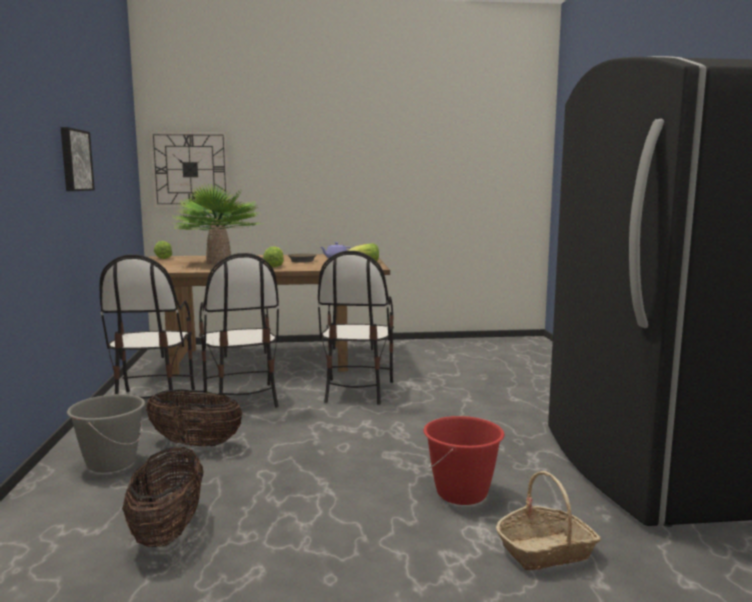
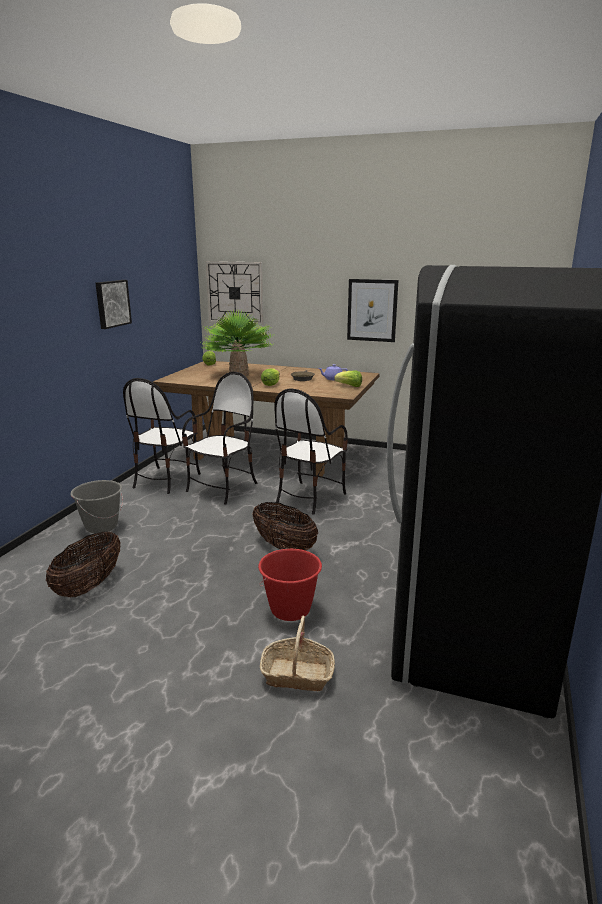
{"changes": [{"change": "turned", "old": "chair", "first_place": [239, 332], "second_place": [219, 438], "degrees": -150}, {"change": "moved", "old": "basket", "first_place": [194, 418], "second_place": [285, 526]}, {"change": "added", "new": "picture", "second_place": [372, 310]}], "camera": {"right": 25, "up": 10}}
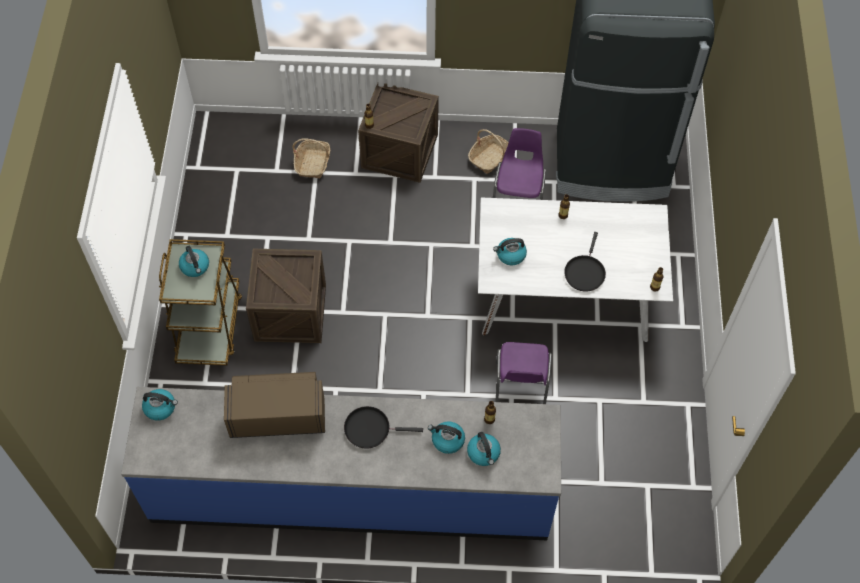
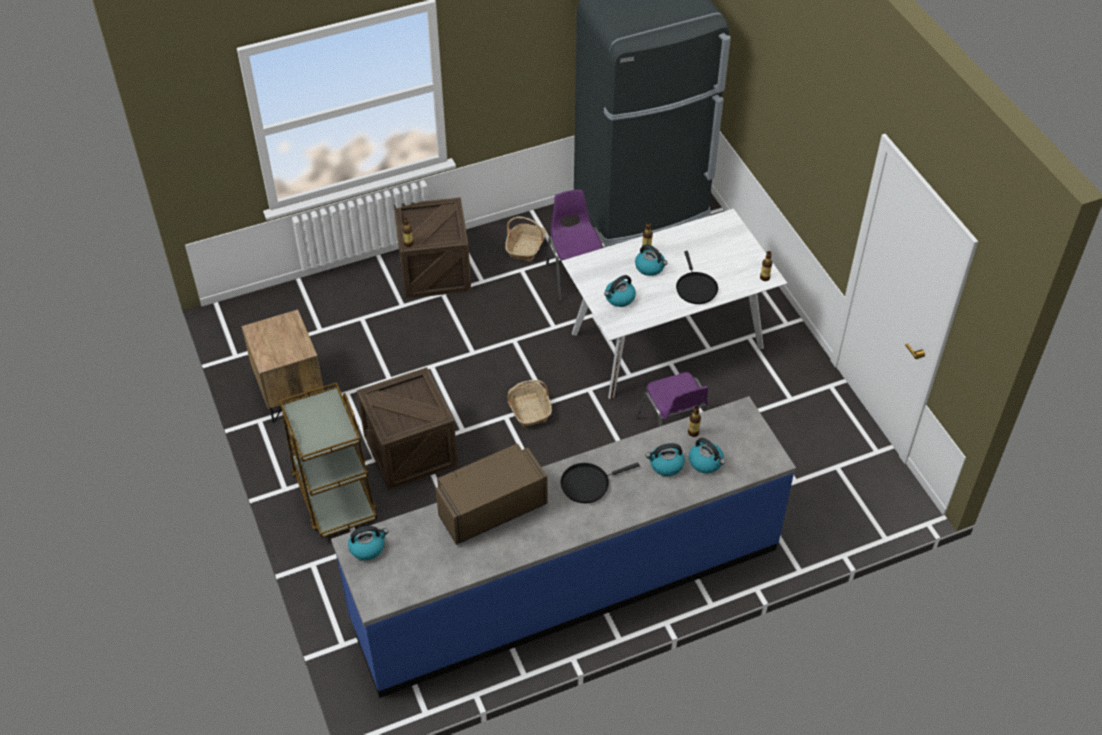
{"changes": [{"change": "moved", "old": "basket", "first_place": [311, 158], "second_place": [529, 403]}, {"change": "moved", "old": "kettle", "first_place": [194, 261], "second_place": [651, 260]}, {"change": "added", "new": "brown nightstand", "second_place": [282, 366]}], "camera": {"right": -25, "up": -10}}
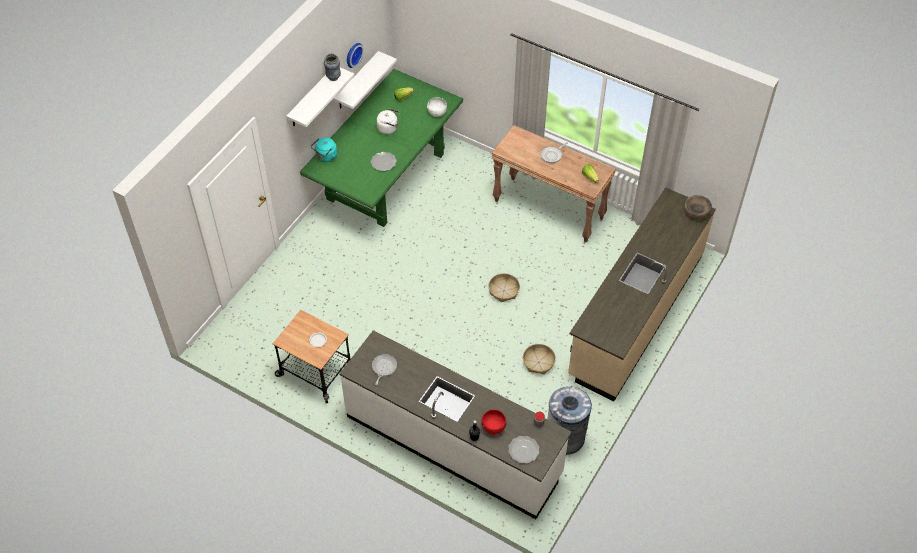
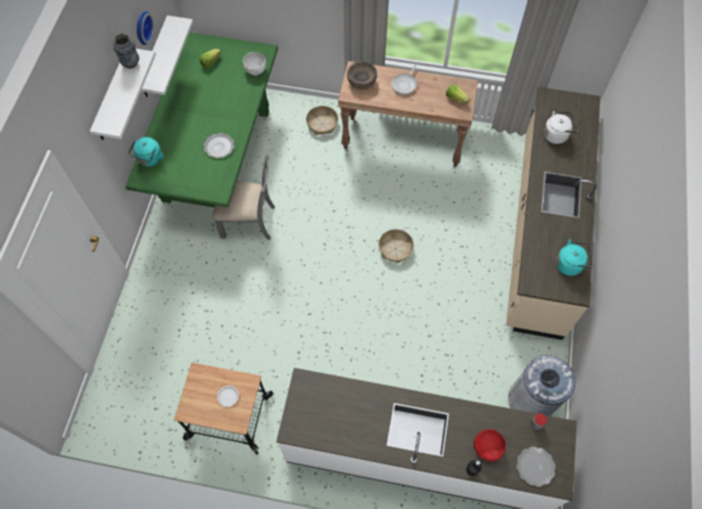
{"changes": [{"change": "moved", "old": "white kettle", "first_place": [388, 121], "second_place": [561, 127]}, {"change": "moved", "old": "brown bowl", "first_place": [698, 207], "second_place": [362, 75]}, {"change": "moved", "old": "basket", "first_place": [539, 359], "second_place": [322, 120]}, {"change": "removed", "old": "frying pan", "first_place": [384, 369]}, {"change": "added", "new": "grey chair", "second_place": [244, 197]}, {"change": "added", "new": "turquoise kettle", "second_place": [574, 257]}], "camera": {"right": -20, "up": 10}}
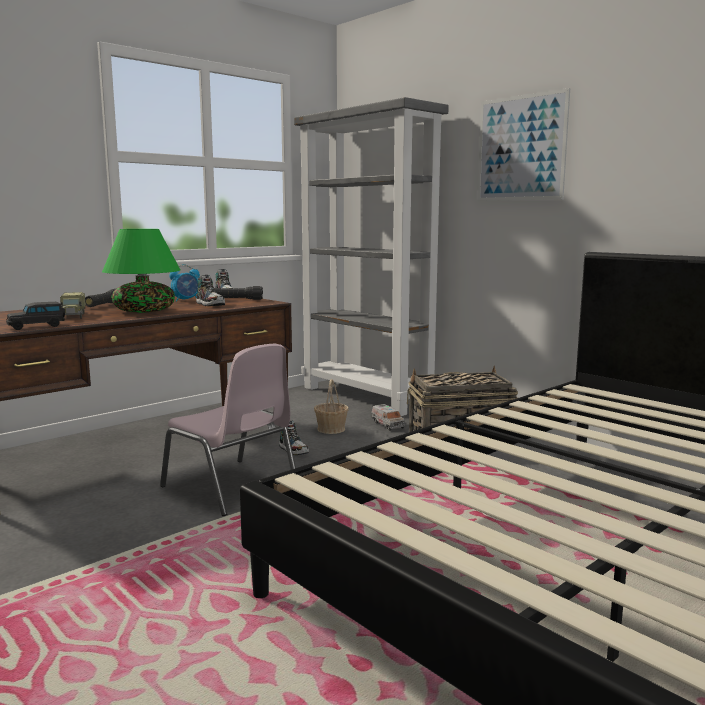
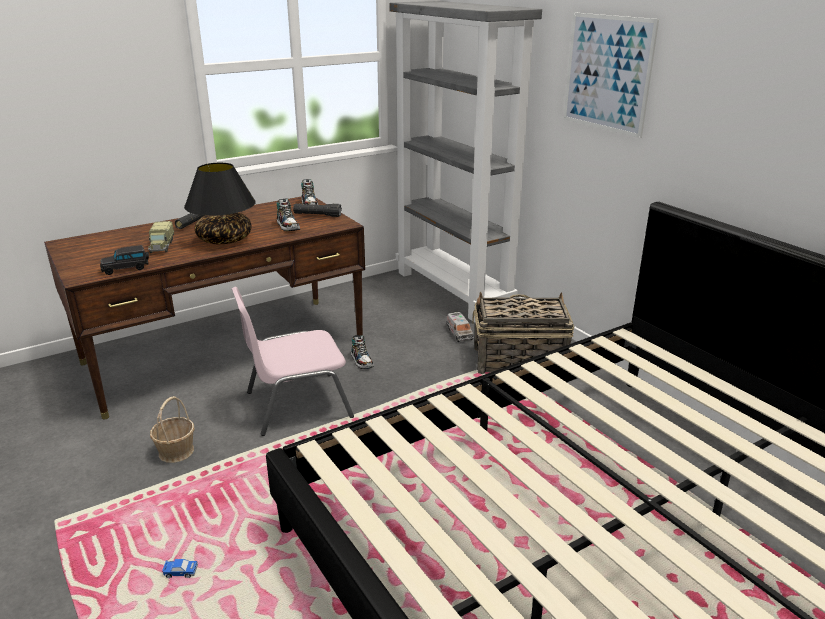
{"changes": [{"change": "recoloured", "old": "green table lamp", "new": "black table lamp", "first_place": [141, 271], "second_place": [220, 203]}, {"change": "removed", "old": "alarm clock", "first_place": [184, 283]}, {"change": "turned", "old": "pink chair", "first_place": [228, 430], "second_place": [293, 361], "degrees": 105}, {"change": "moved", "old": "basket", "first_place": [331, 406], "second_place": [172, 429]}, {"change": "added", "new": "toy car", "second_place": [180, 568]}], "camera": {"right": 10, "up": 15}}
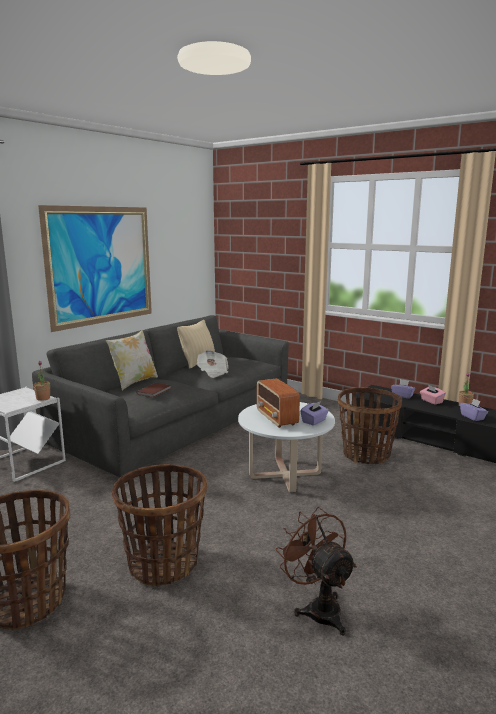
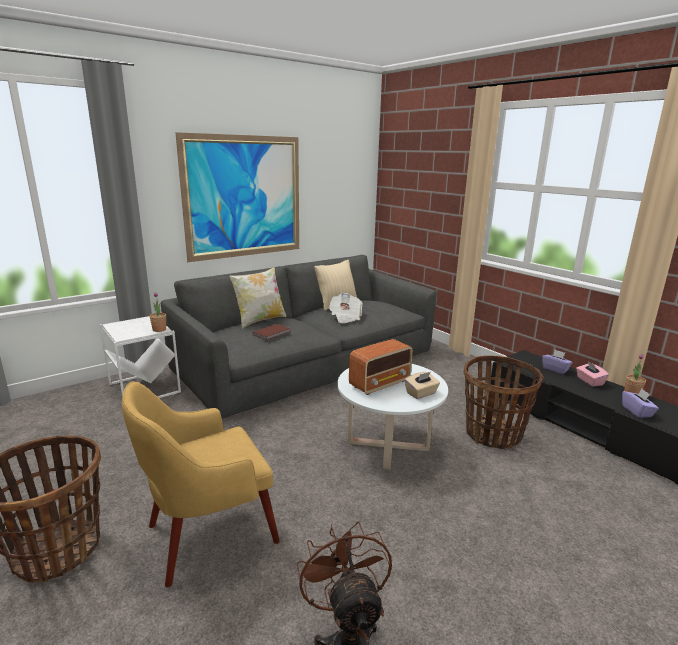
{"changes": [{"change": "turned", "old": "radio", "first_place": [278, 403], "second_place": [381, 367], "degrees": -120}, {"change": "recoloured", "old": "purple tissue box", "new": "beige tissue box", "first_place": [315, 413], "second_place": [422, 385]}, {"change": "replaced", "old": "basket", "new": "yellow armchair", "first_place": [159, 525], "second_place": [201, 484]}], "camera": {"right": 15, "up": 5}}
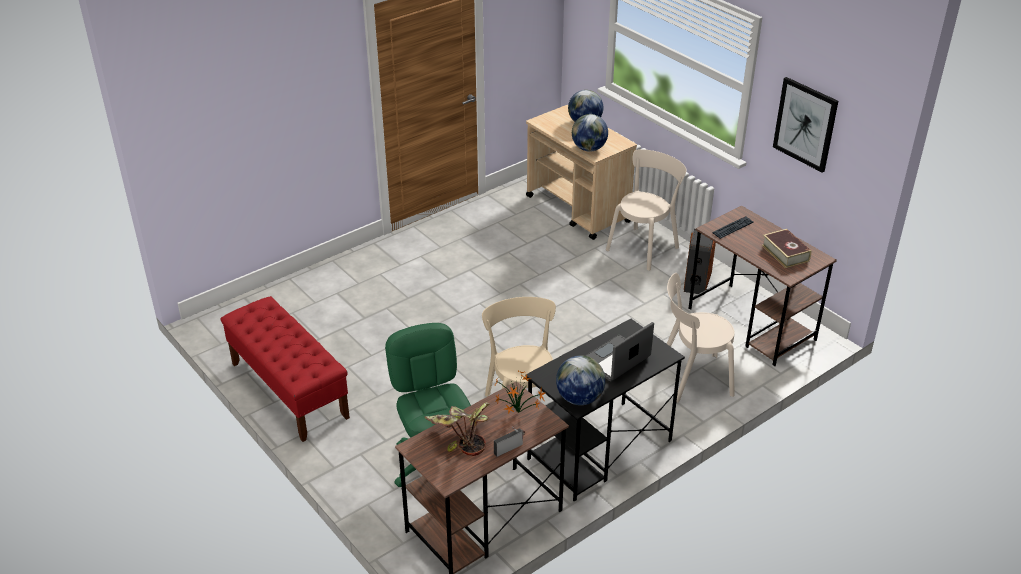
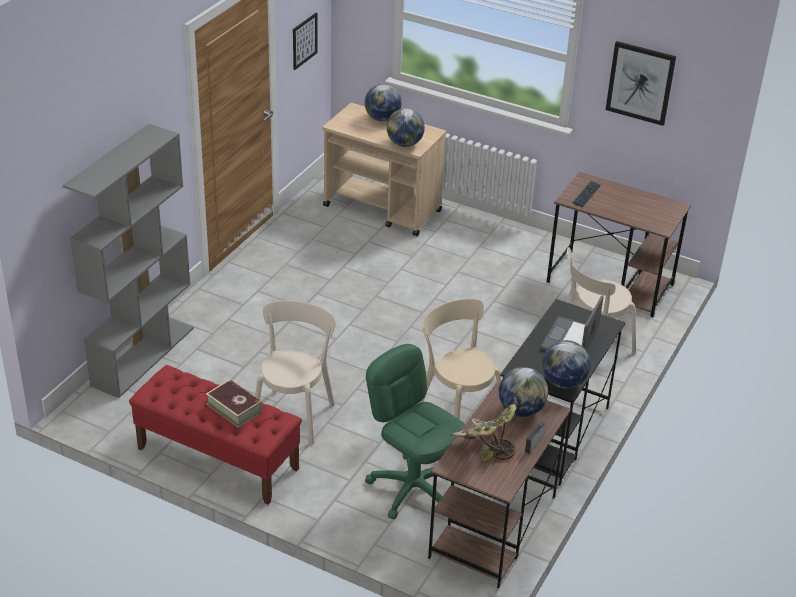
{"changes": [{"change": "moved", "old": "beige chair", "first_place": [646, 210], "second_place": [295, 373]}, {"change": "removed", "old": "speaker", "first_place": [700, 261]}, {"change": "moved", "old": "book", "first_place": [786, 248], "second_place": [234, 403]}, {"change": "replaced", "old": "potted plant", "new": "globe", "first_place": [519, 392], "second_place": [523, 392]}, {"change": "added", "new": "picture", "second_place": [305, 41]}, {"change": "added", "new": "grey bookcase", "second_place": [128, 261]}], "camera": {"right": -25, "up": 0}}
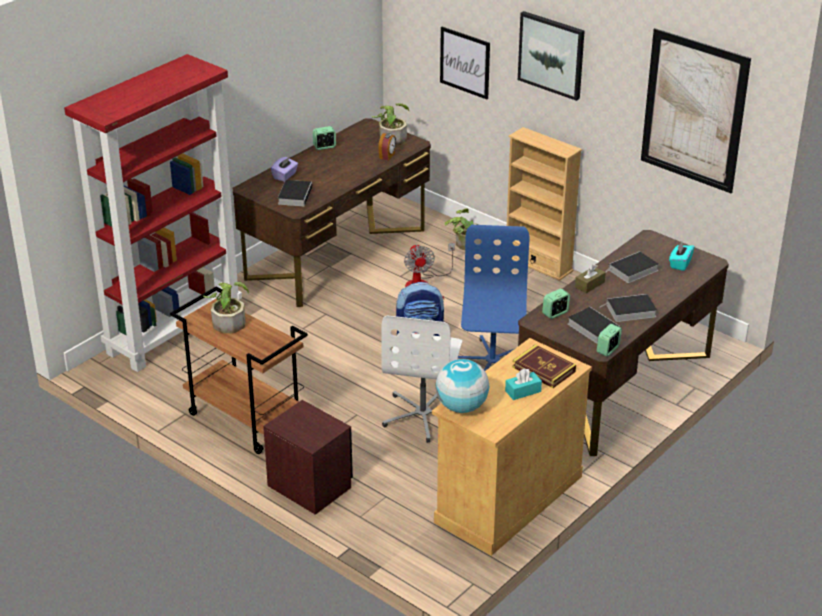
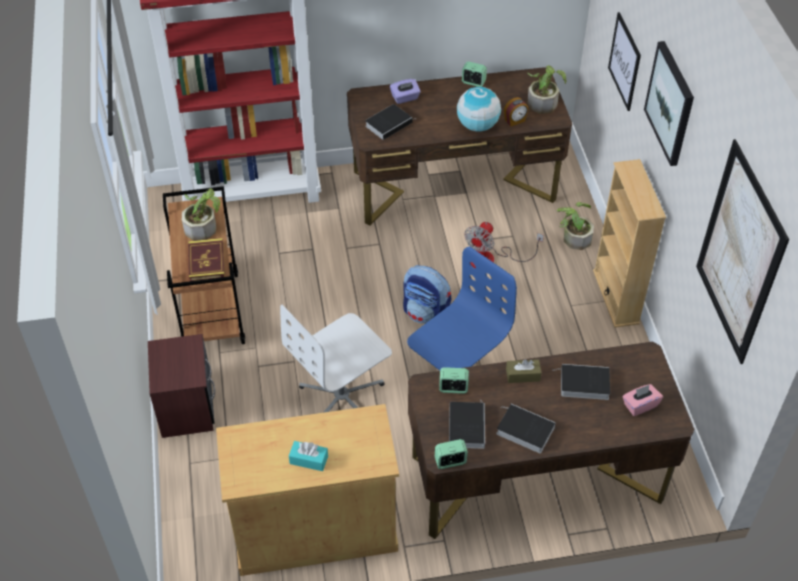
{"changes": [{"change": "recoloured", "old": "turquoise tissue box", "new": "pink tissue box", "first_place": [681, 256], "second_place": [643, 400]}, {"change": "moved", "old": "book", "first_place": [544, 366], "second_place": [206, 259]}, {"change": "moved", "old": "globe", "first_place": [462, 386], "second_place": [479, 109]}], "camera": {"right": 40, "up": 15}}
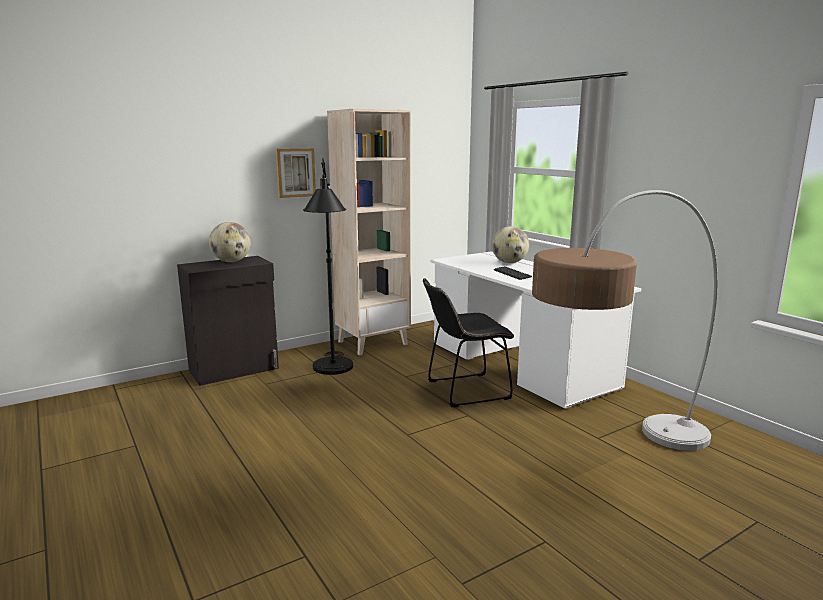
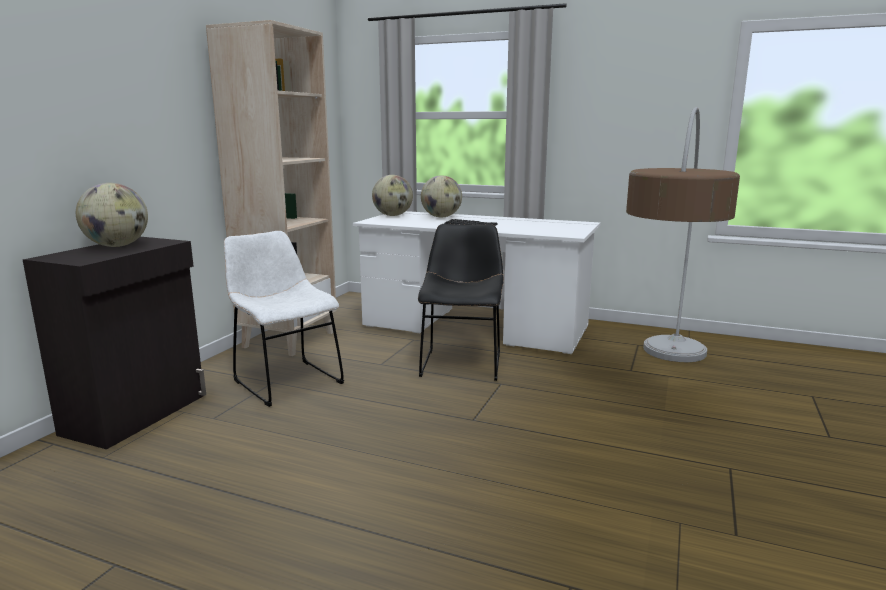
{"changes": [{"change": "removed", "old": "picture", "first_place": [296, 173]}, {"change": "replaced", "old": "black floor lamp", "new": "white chair", "first_place": [328, 266], "second_place": [284, 319]}, {"change": "turned", "old": "black chair", "first_place": [468, 342], "second_place": [461, 302], "degrees": 150}, {"change": "added", "new": "globe", "second_place": [392, 195]}], "camera": {"right": -35, "up": 0}}
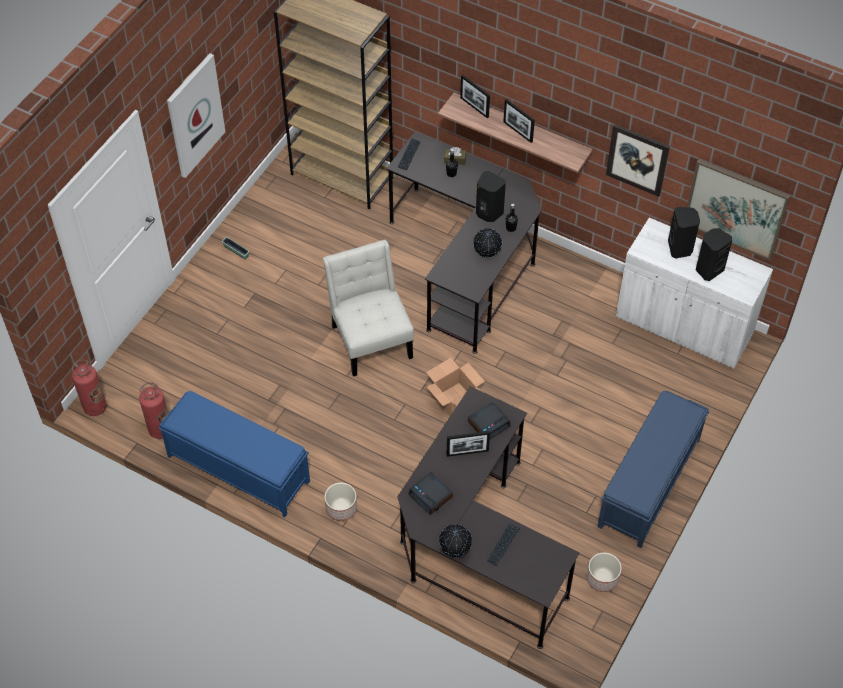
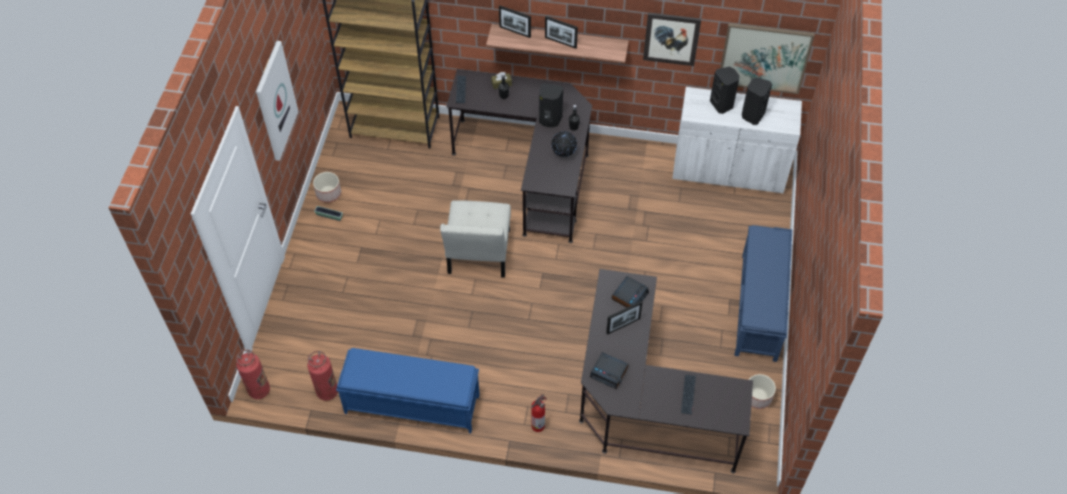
{"changes": [{"change": "turned", "old": "white chair", "first_place": [368, 308], "second_place": [475, 239], "degrees": -135}, {"change": "removed", "old": "cardboard box", "first_place": [455, 387]}, {"change": "moved", "old": "planter", "first_place": [340, 502], "second_place": [327, 187]}, {"change": "removed", "old": "globe", "first_place": [455, 540]}, {"change": "added", "new": "fire extinguisher", "second_place": [539, 413]}], "camera": {"right": -20, "up": 0}}
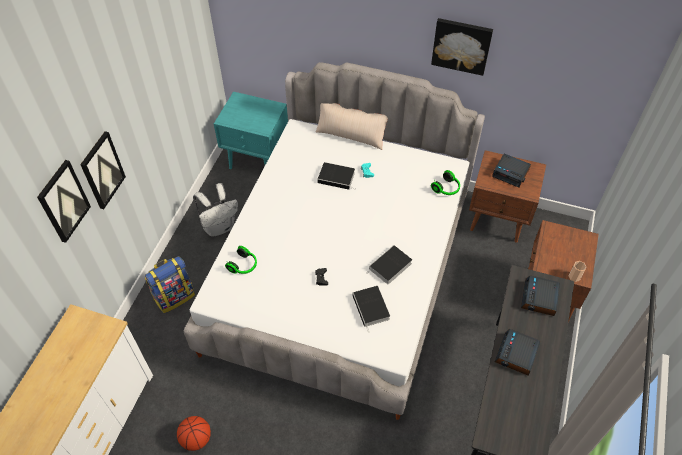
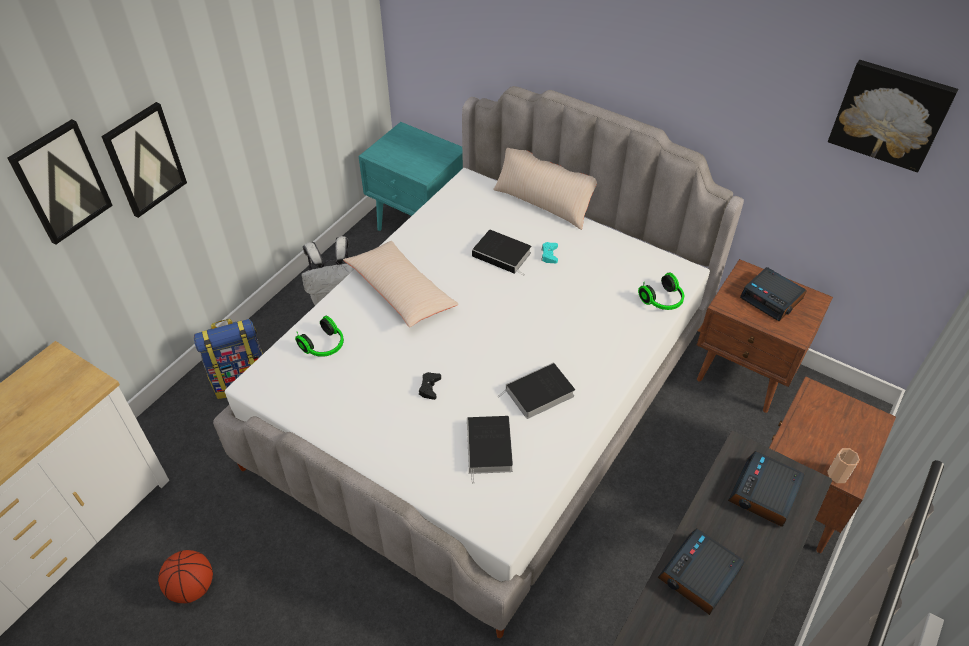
{"changes": [{"change": "moved", "old": "picture", "first_place": [462, 47], "second_place": [893, 116]}, {"change": "added", "new": "beige pillow", "second_place": [401, 284]}], "camera": {"right": 15, "up": -5}}
